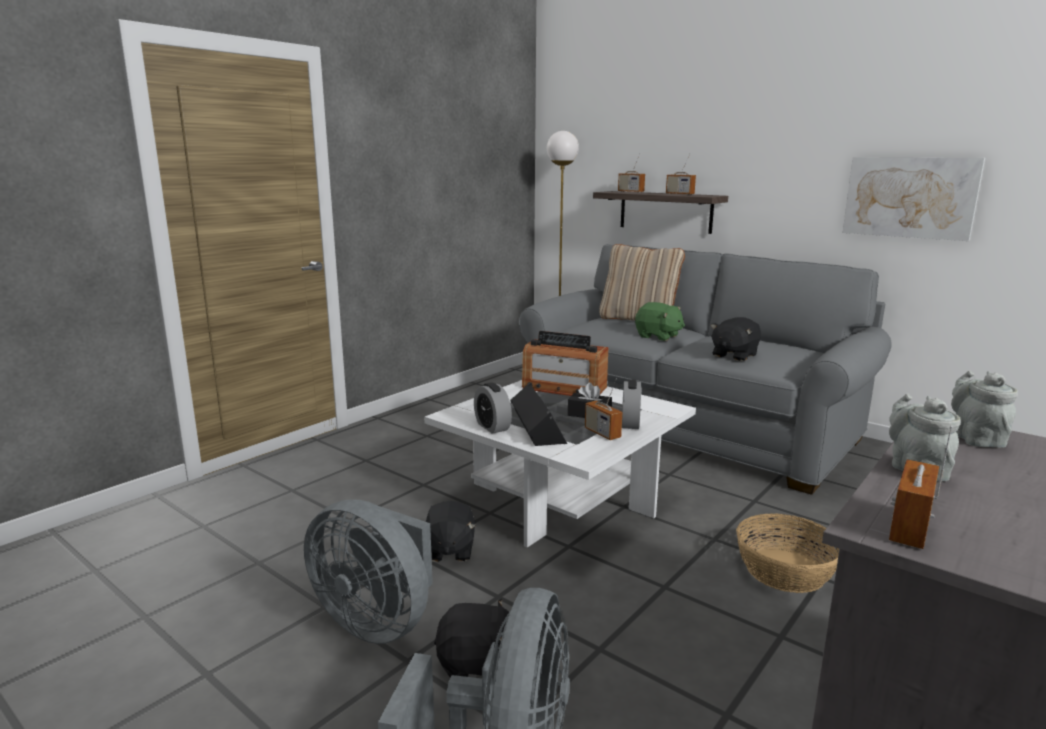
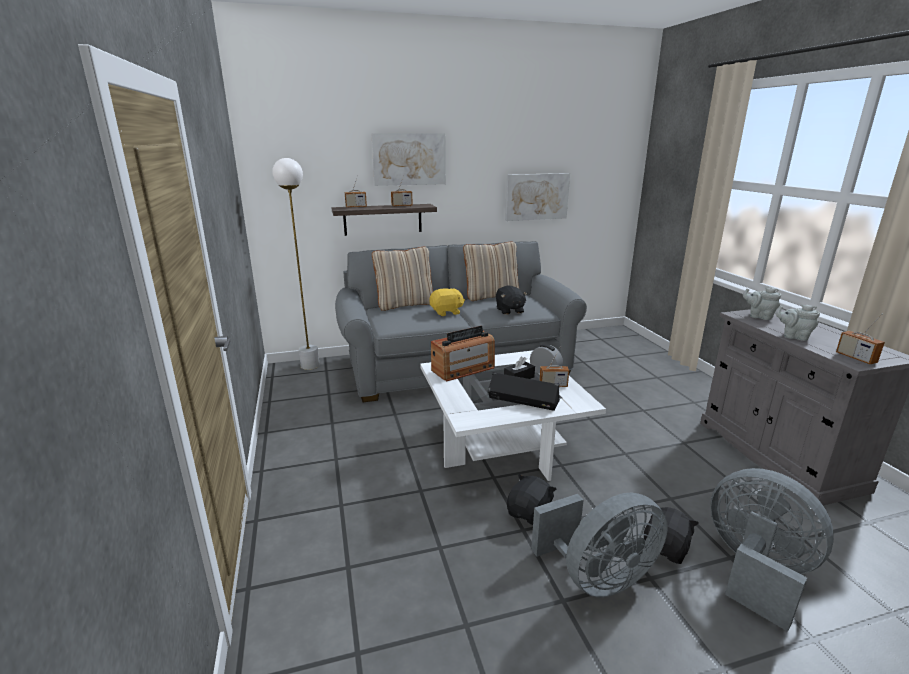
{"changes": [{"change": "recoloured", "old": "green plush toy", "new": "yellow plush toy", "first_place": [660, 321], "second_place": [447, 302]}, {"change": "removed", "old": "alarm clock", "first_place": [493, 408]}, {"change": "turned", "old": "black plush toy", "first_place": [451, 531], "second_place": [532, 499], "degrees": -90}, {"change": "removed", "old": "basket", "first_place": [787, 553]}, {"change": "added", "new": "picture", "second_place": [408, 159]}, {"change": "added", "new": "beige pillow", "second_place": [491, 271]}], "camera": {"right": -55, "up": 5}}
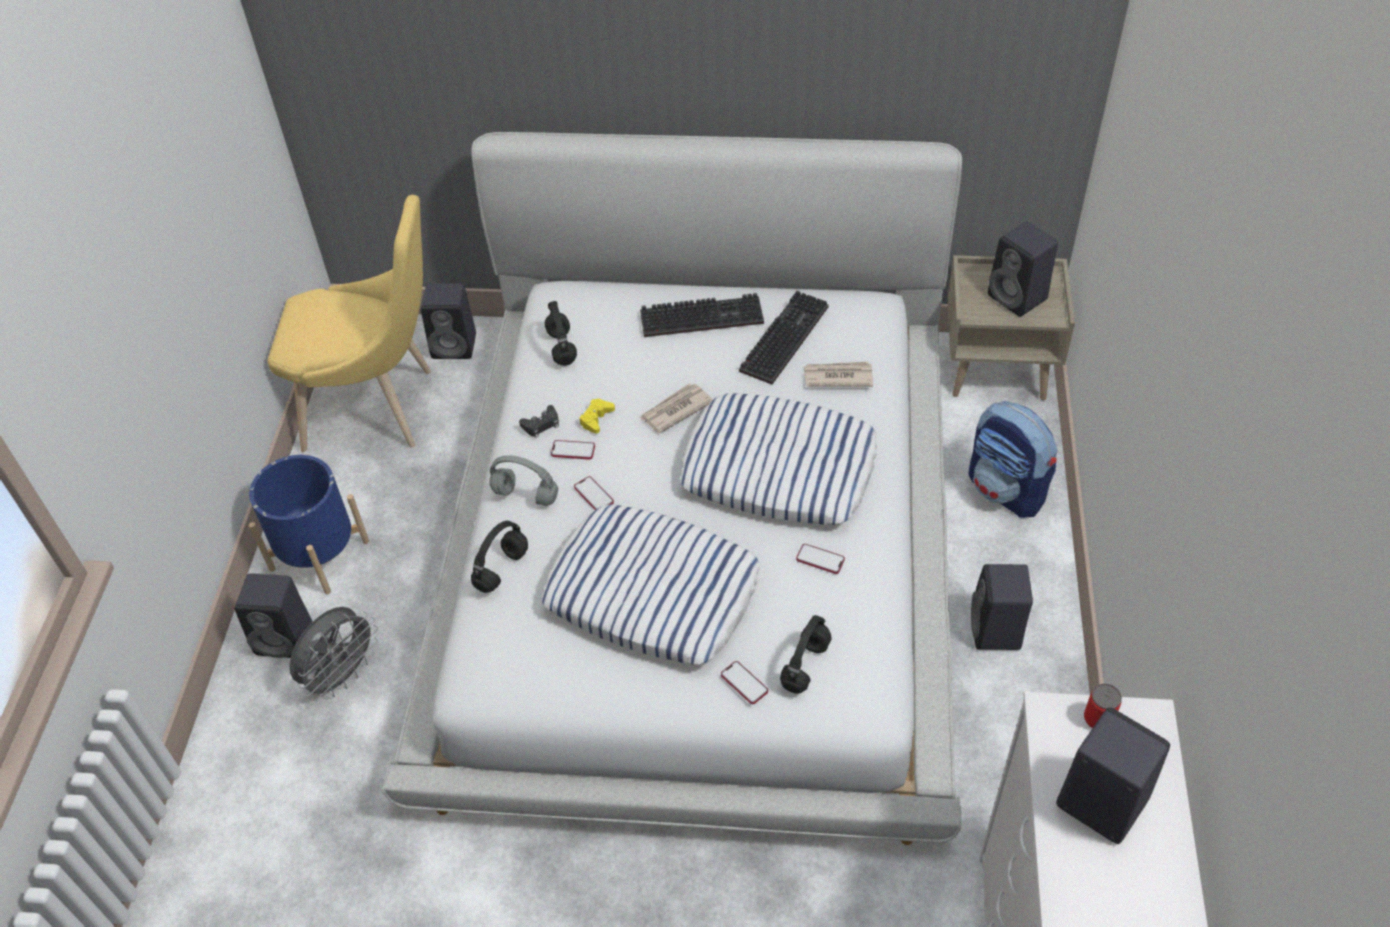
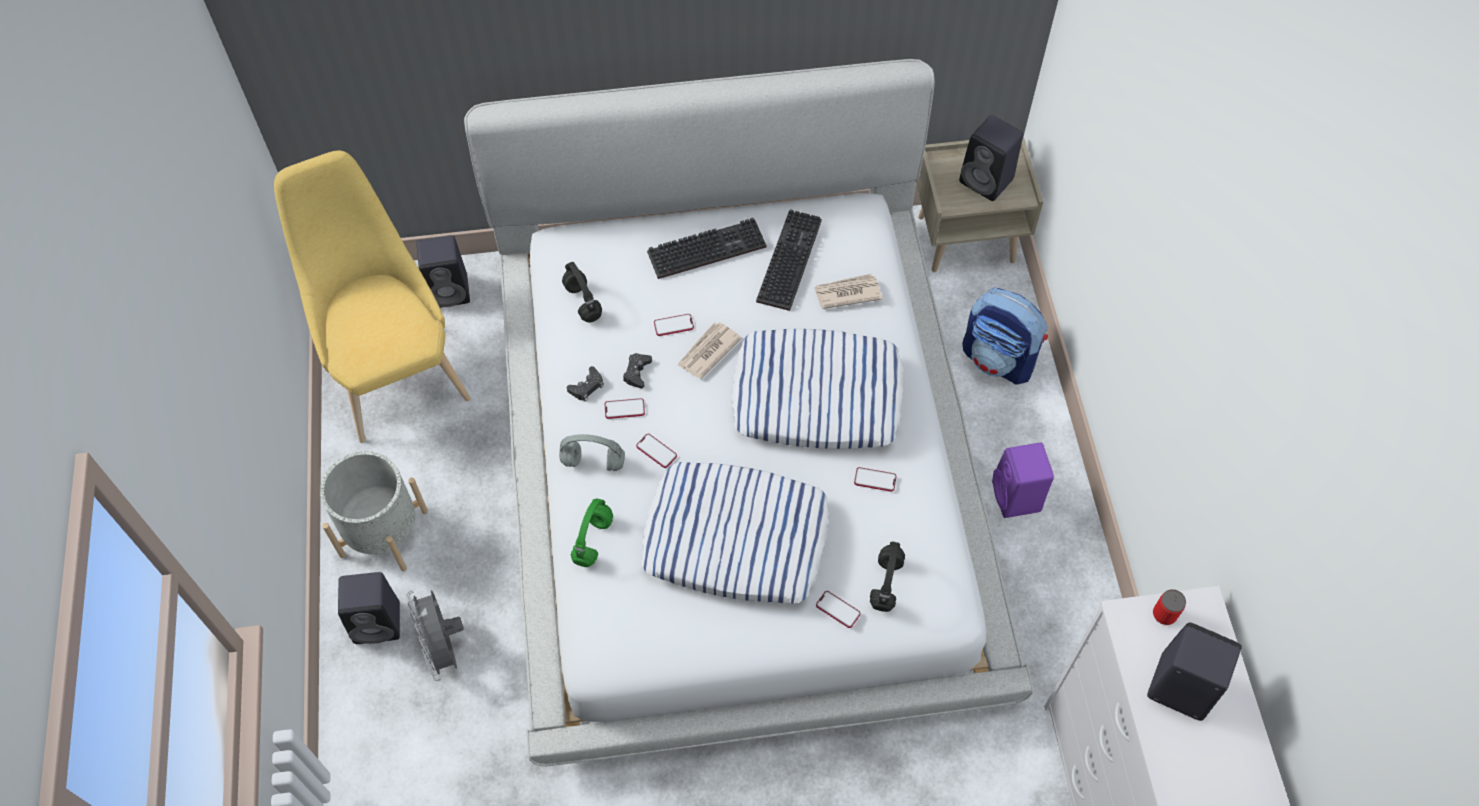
{"changes": [{"change": "turned", "old": "yellow chair", "first_place": [349, 323], "second_place": [372, 297], "degrees": -105}, {"change": "recoloured", "old": "yellow game controller", "new": "black game controller", "first_place": [597, 416], "second_place": [637, 370]}, {"change": "recoloured", "old": "blue planter", "new": "grey planter", "first_place": [309, 524], "second_place": [374, 511]}, {"change": "recoloured", "old": "black headphones", "new": "green headphones", "first_place": [499, 557], "second_place": [592, 532]}, {"change": "recoloured", "old": "black speaker", "new": "purple speaker", "first_place": [1002, 607], "second_place": [1023, 480]}, {"change": "turned", "old": "grey fan", "first_place": [333, 654], "second_place": [435, 635], "degrees": 135}, {"change": "added", "new": "phone", "second_place": [674, 325]}], "camera": {"right": -15, "up": 10}}
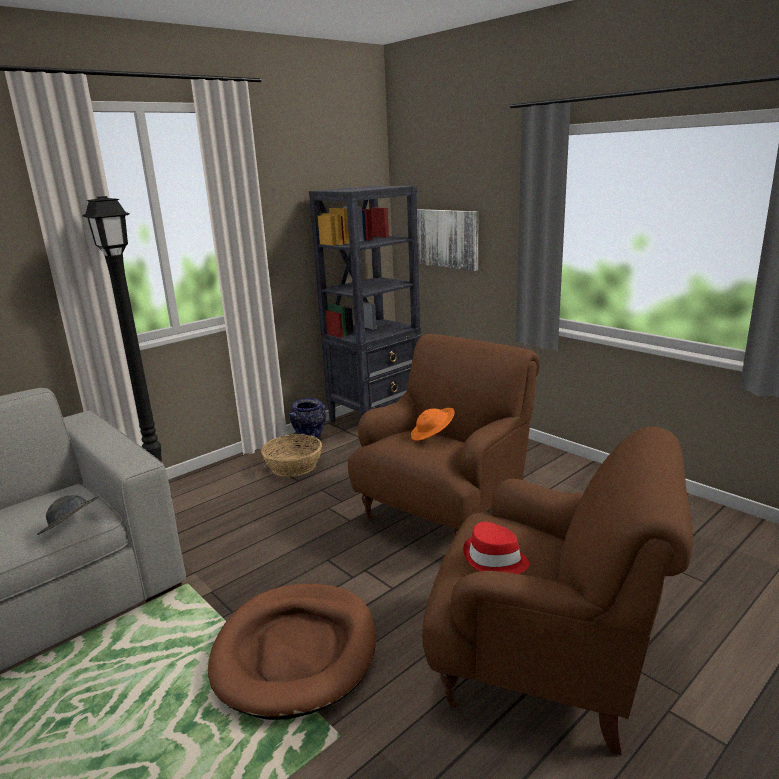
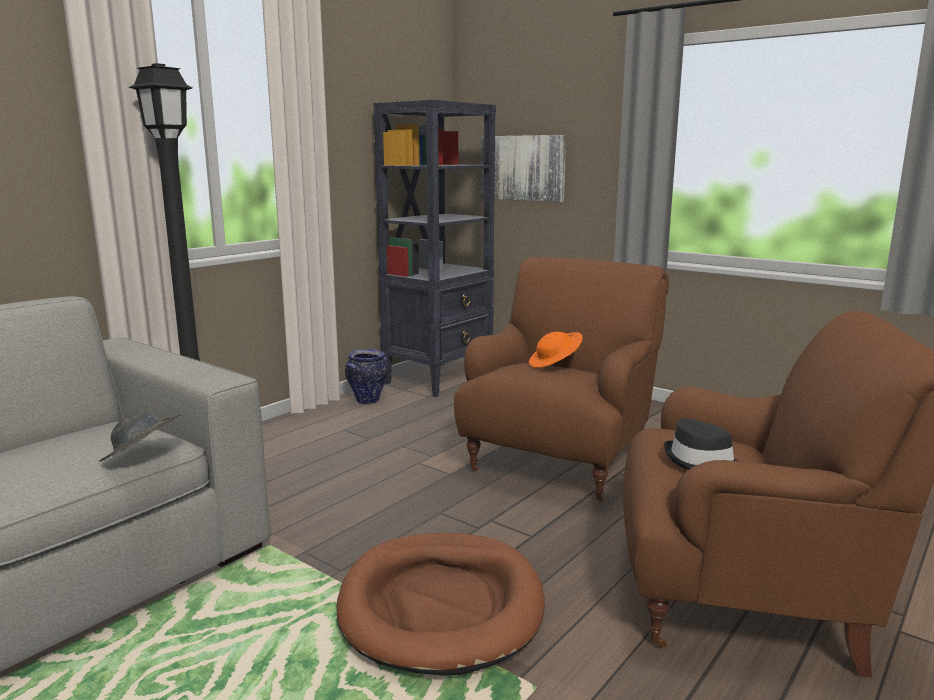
{"changes": [{"change": "removed", "old": "basket", "first_place": [291, 455]}, {"change": "recoloured", "old": "red hat", "new": "black hat", "first_place": [496, 548], "second_place": [701, 444]}], "camera": {"right": -10, "up": -5}}
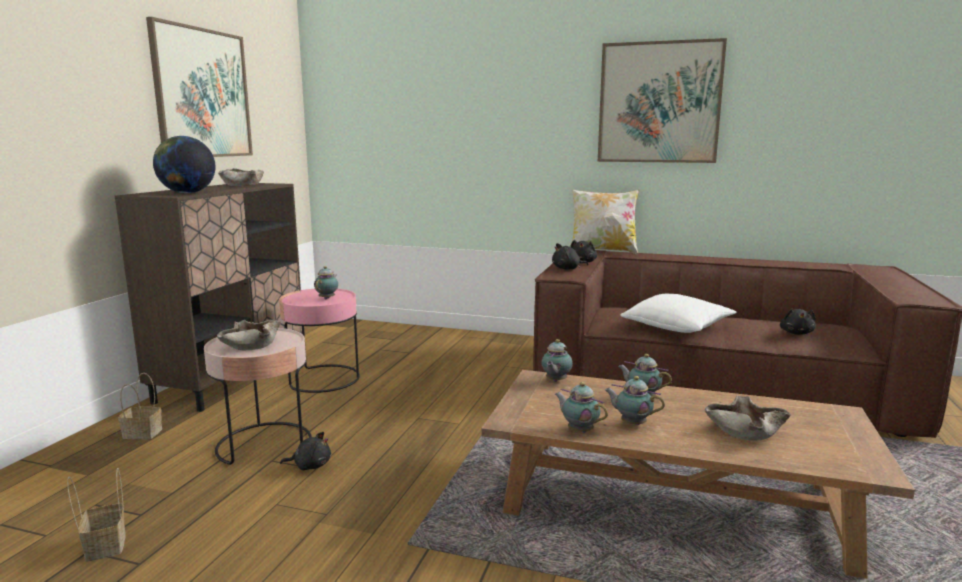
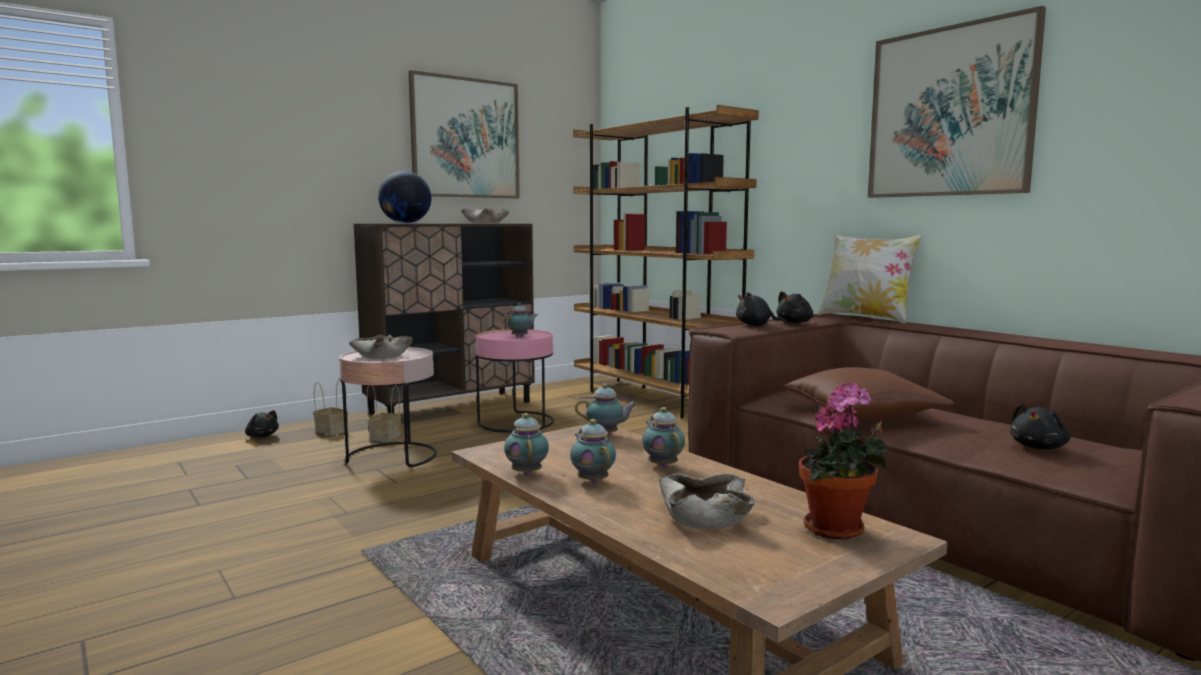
{"changes": [{"change": "recoloured", "old": "white pillow", "new": "brown pillow", "first_place": [678, 313], "second_place": [869, 393]}, {"change": "turned", "old": "teapot", "first_place": [557, 360], "second_place": [606, 409], "degrees": -150}, {"change": "moved", "old": "black plush toy", "first_place": [305, 451], "second_place": [262, 424]}, {"change": "moved", "old": "basket", "first_place": [96, 515], "second_place": [384, 413]}, {"change": "added", "new": "brown bookcase", "second_place": [666, 262]}, {"change": "added", "new": "potted plant", "second_place": [844, 461]}], "camera": {"right": 35, "up": -5}}
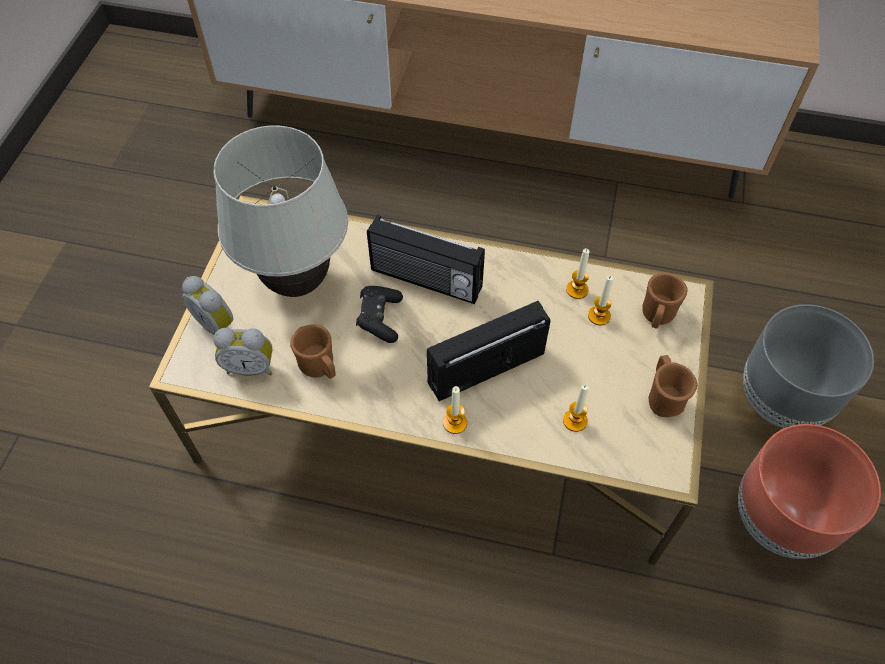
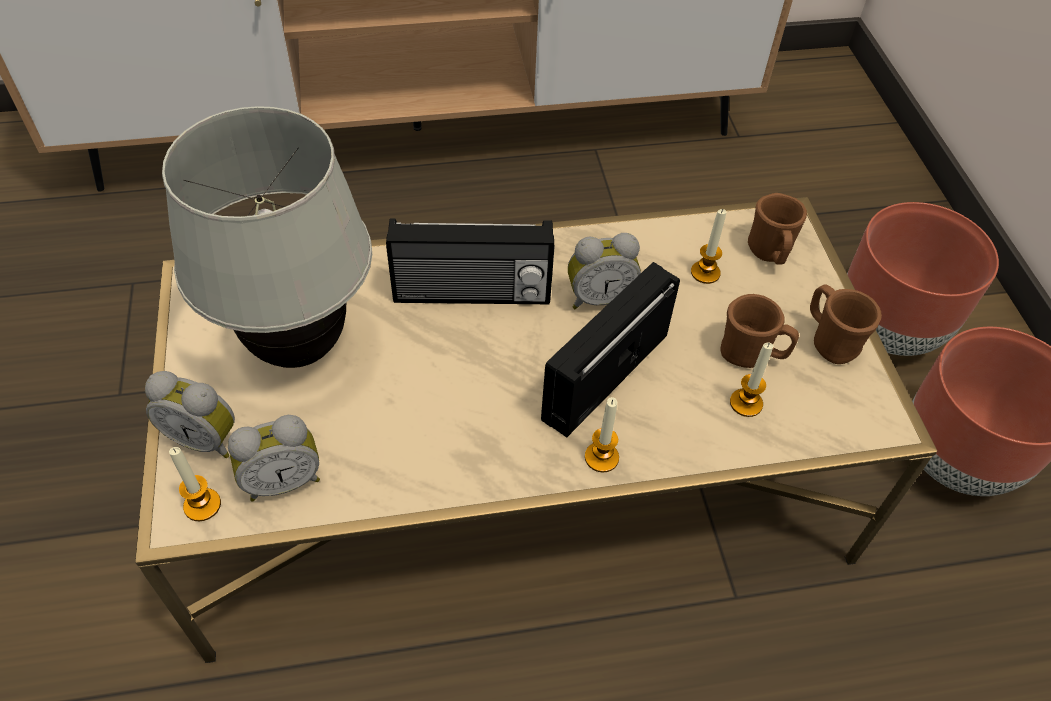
{"changes": [{"change": "moved", "old": "candle", "first_place": [578, 274], "second_place": [195, 484]}, {"change": "removed", "old": "black game controller", "first_place": [379, 314]}, {"change": "recoloured", "old": "grey planter", "new": "brown planter", "first_place": [808, 366], "second_place": [923, 279]}, {"change": "moved", "old": "brown mug", "first_place": [313, 351], "second_place": [760, 331]}, {"change": "added", "new": "alarm clock", "second_place": [604, 271]}], "camera": {"right": -25, "up": -5}}
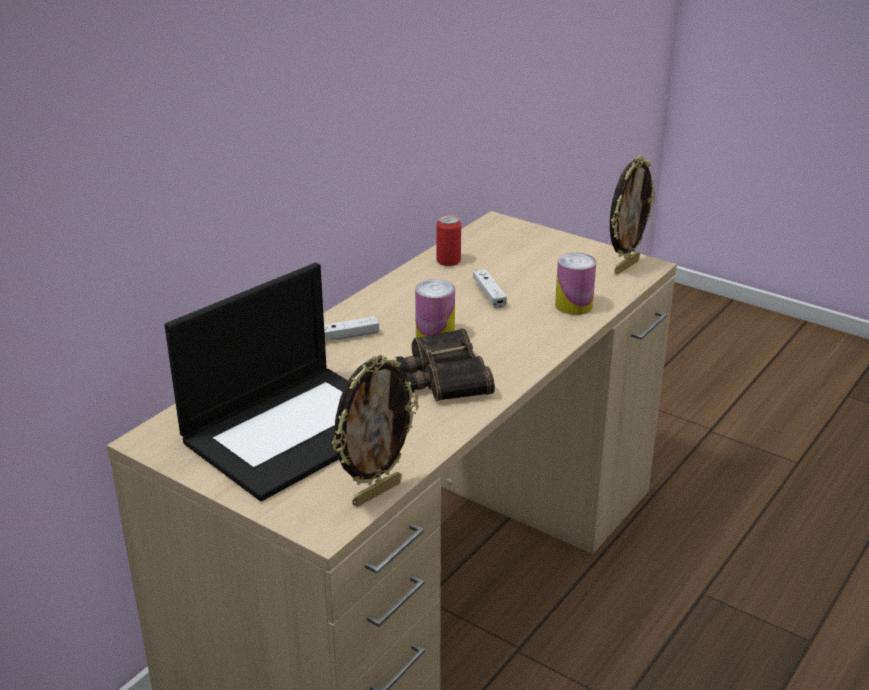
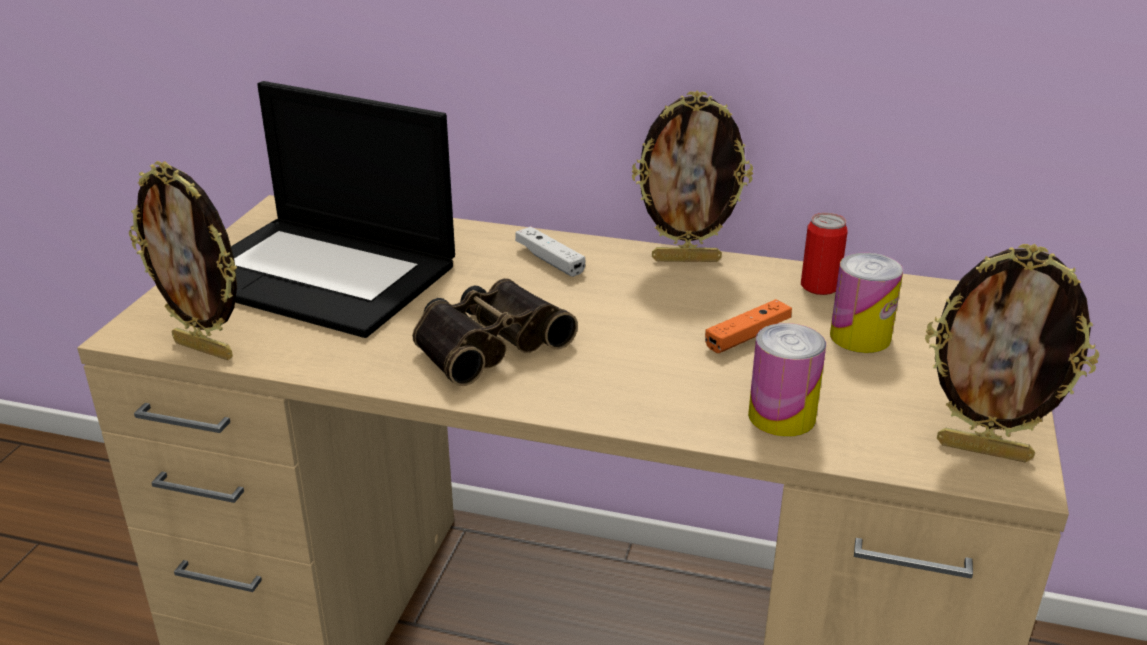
{"changes": [{"change": "recoloured", "old": "white game controller", "new": "orange game controller", "first_place": [490, 289], "second_place": [748, 326]}, {"change": "moved", "old": "can", "first_place": [435, 308], "second_place": [866, 303]}, {"change": "added", "new": "picture frame", "second_place": [692, 176]}], "camera": {"right": 70, "up": 0}}
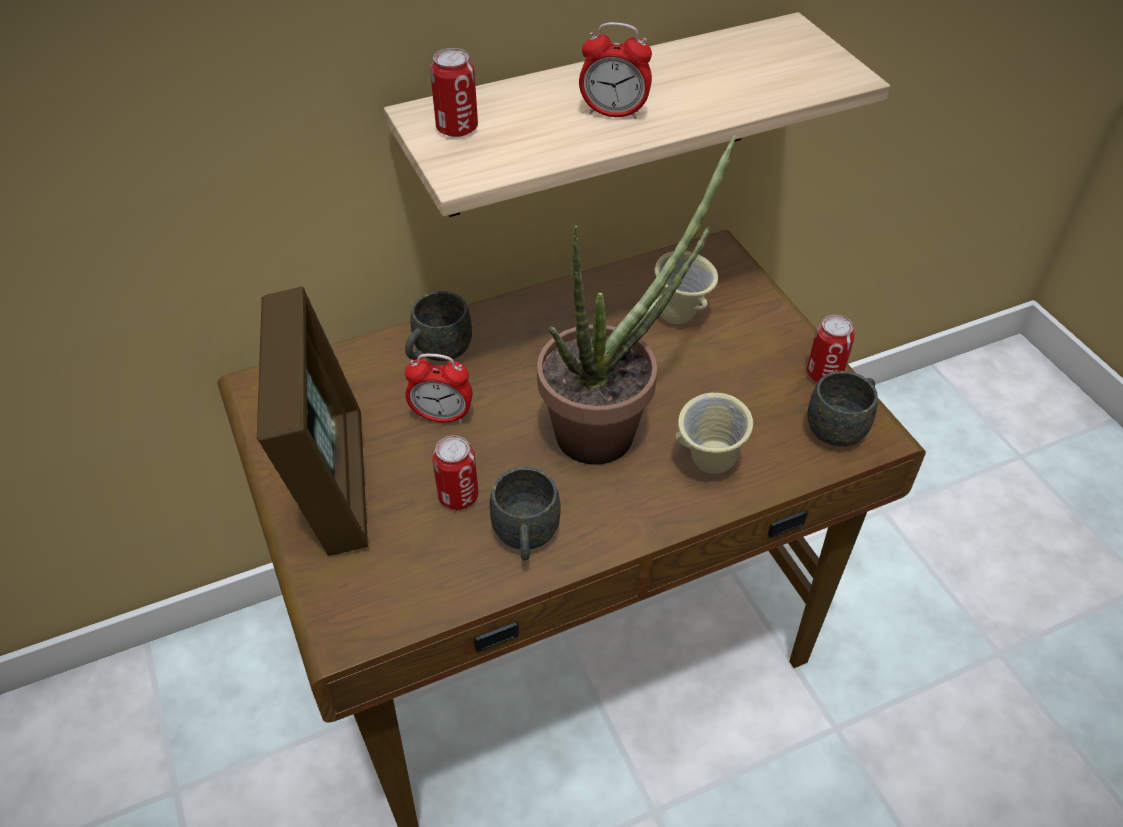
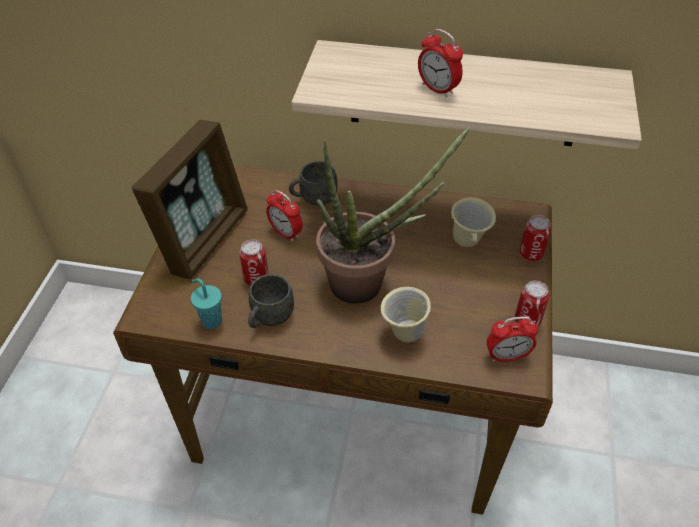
{"changes": [{"change": "moved", "old": "can", "first_place": [454, 92], "second_place": [535, 238]}, {"change": "replaced", "old": "grey mug", "new": "alarm clock", "first_place": [842, 409], "second_place": [512, 339]}, {"change": "added", "new": "turquoise cup", "second_place": [206, 303]}], "camera": {"right": 35, "up": 0}}
